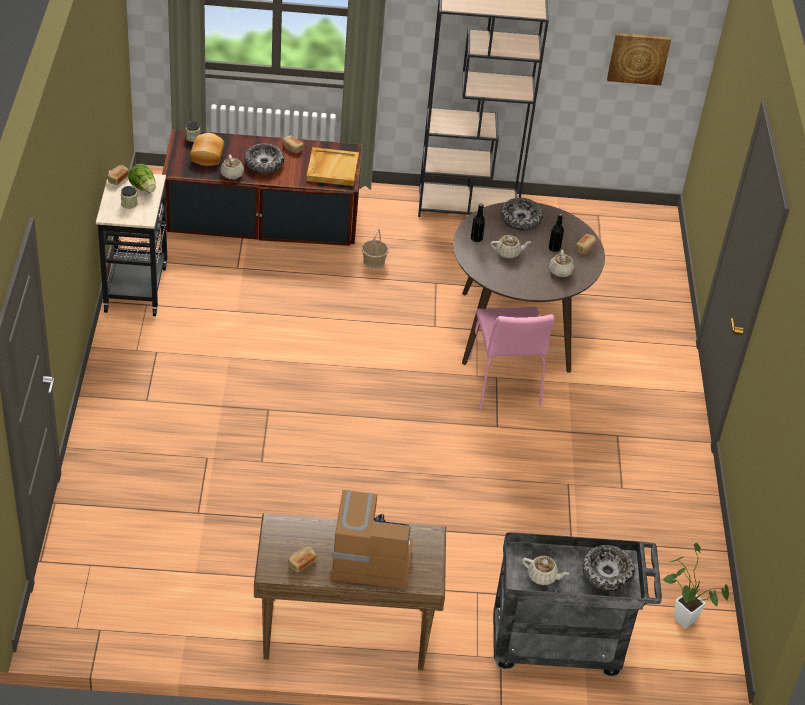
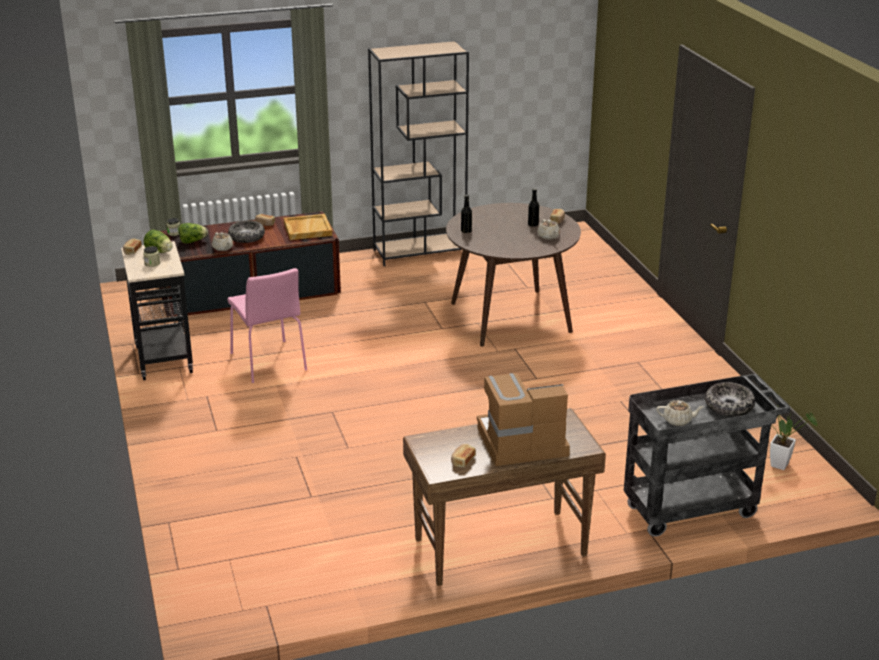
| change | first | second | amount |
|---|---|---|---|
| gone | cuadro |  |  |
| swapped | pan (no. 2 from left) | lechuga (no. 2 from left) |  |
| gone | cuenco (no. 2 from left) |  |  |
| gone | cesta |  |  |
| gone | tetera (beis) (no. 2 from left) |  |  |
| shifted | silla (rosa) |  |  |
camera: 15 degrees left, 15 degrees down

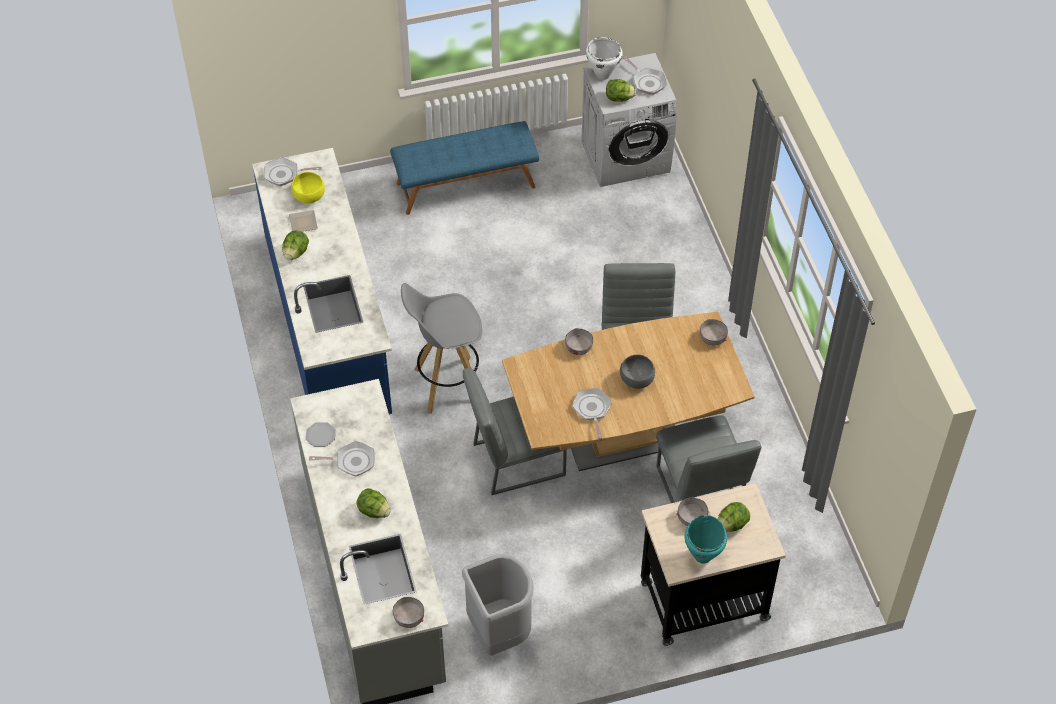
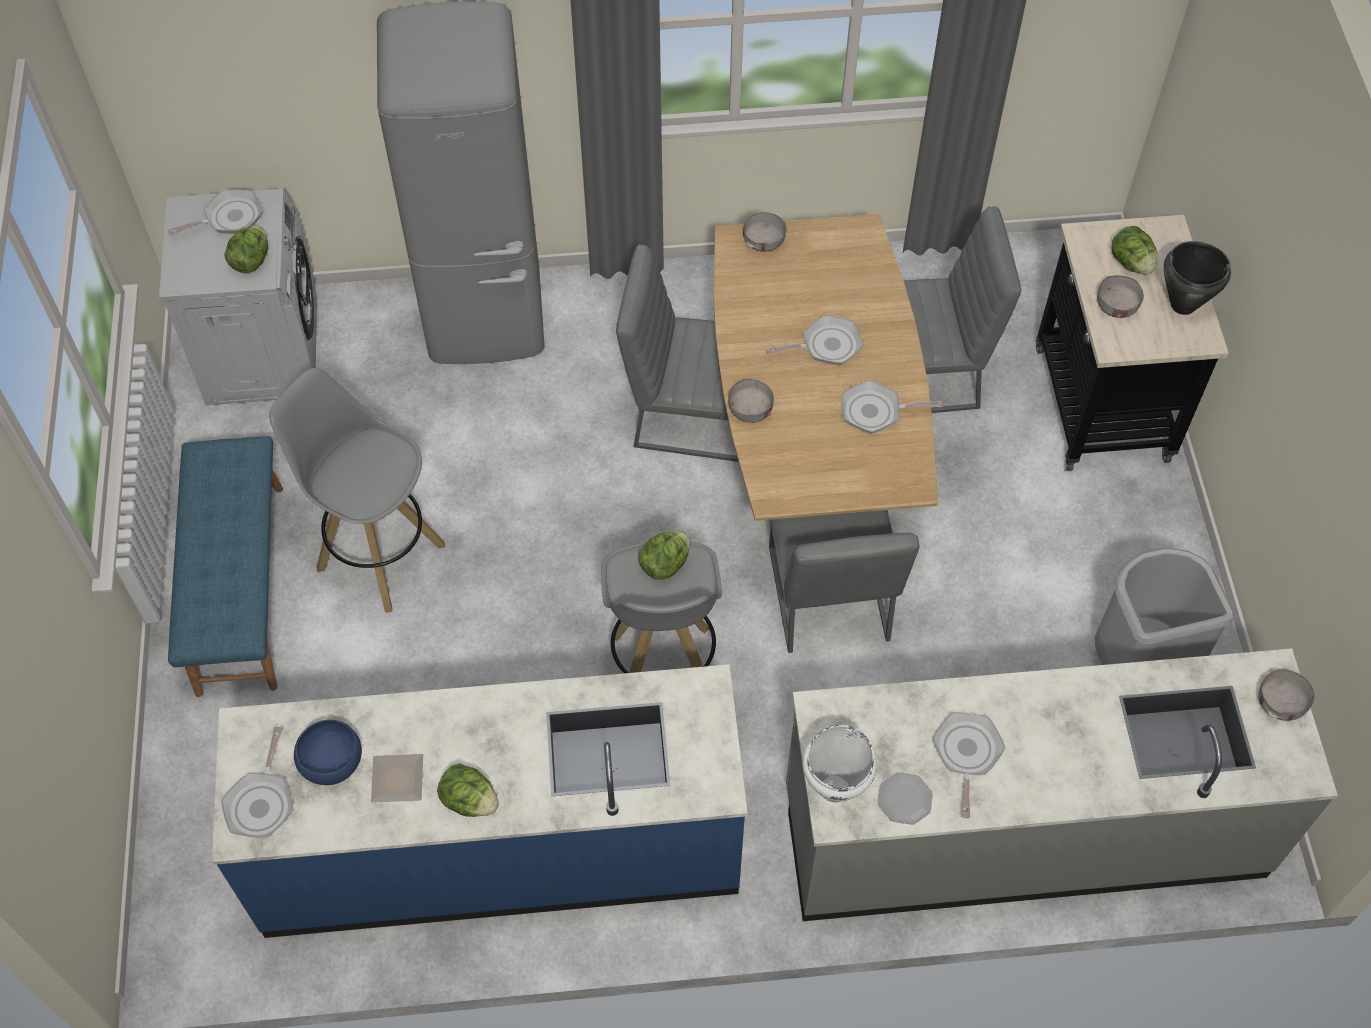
| change | first | second | amount |
|---|---|---|---|
| shifted | olla (blanco) |  |  |
| repainted | cuenco (amarillo) | cuenco (azul) |  |
| swapped | cuenco (gris) (no. 3 from left) | sartén (no. 3 from left) |  |
| shifted | lechuga (no. 2 from left in the first image) | lechuga (no. 3 from left) |  |
| repainted | olla (turquesa) | olla (negro) |  |
| new |  | nevera (gris) |  |
| new |  | taburete (gris) (no. 1 from left) |  |
camera: 80 degrees left, 5 degrees up

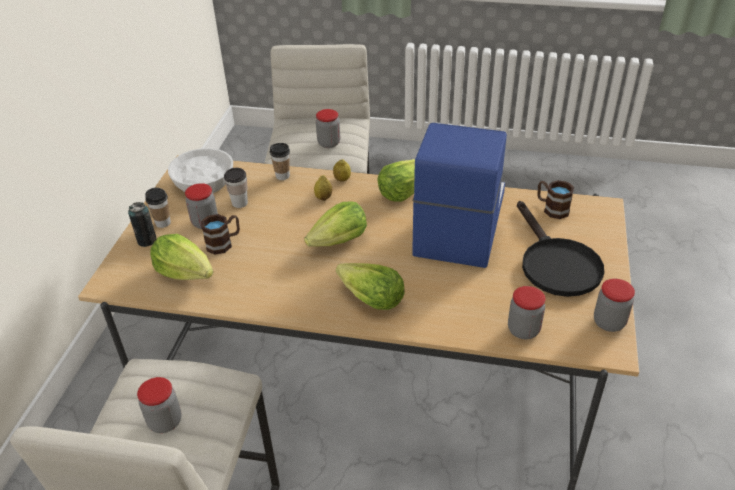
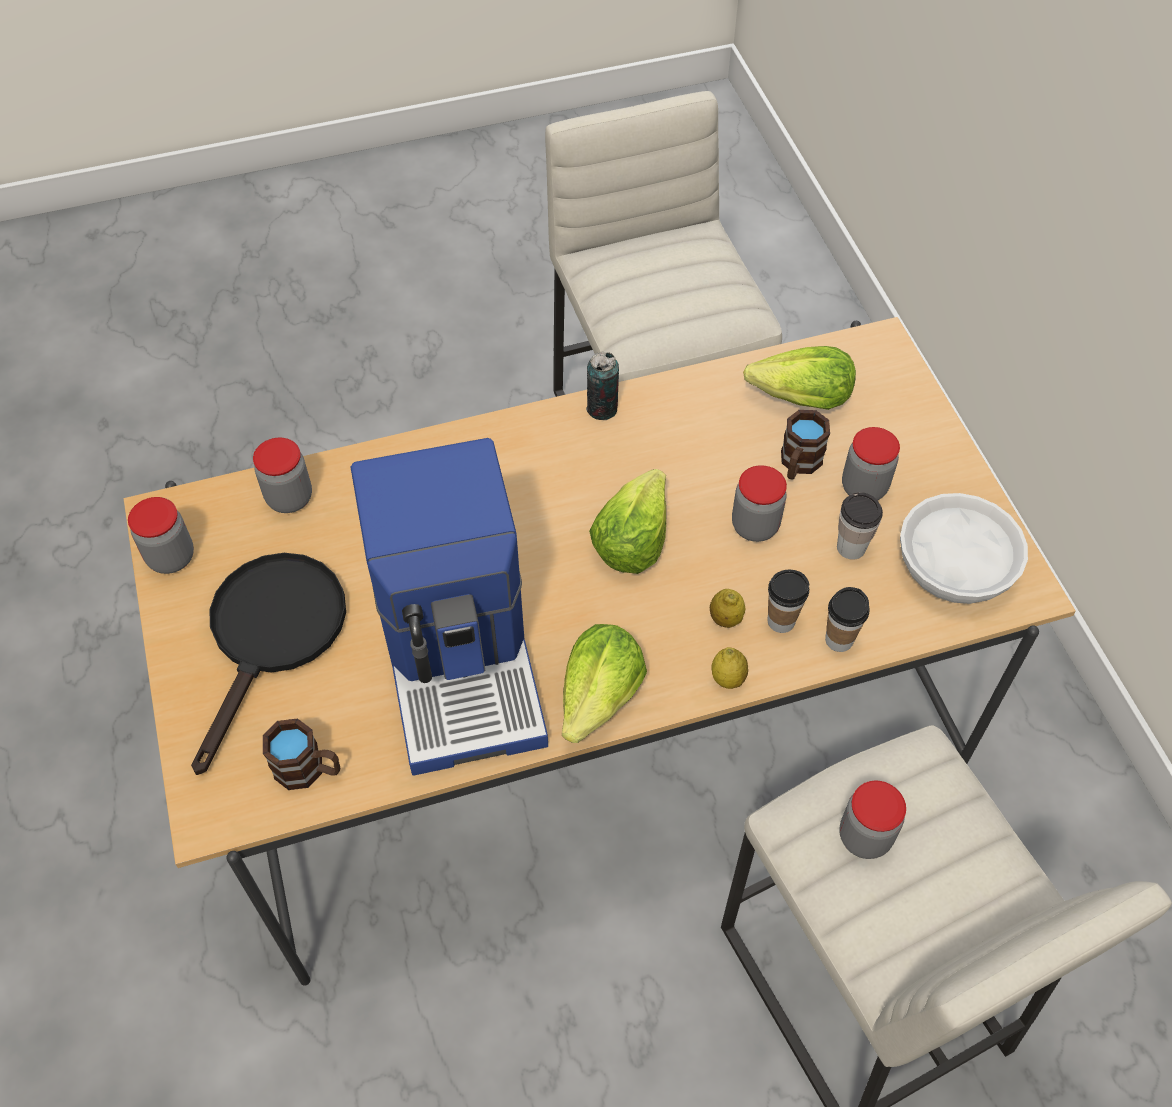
| change | first | second | amount |
|---|---|---|---|
| shifted | taza (no. 1 from left) |  |  |
| rotated | sartén (negro) |  | 60 degrees clockwise |
| shifted | lata |  |  |
| gone | lechuga (no. 3 from left) |  |  |
| shifted | tarro (no. 1 from left in the first image) | tarro (no. 3 from left) |  |
camera: 150 degrees right, 15 degrees up

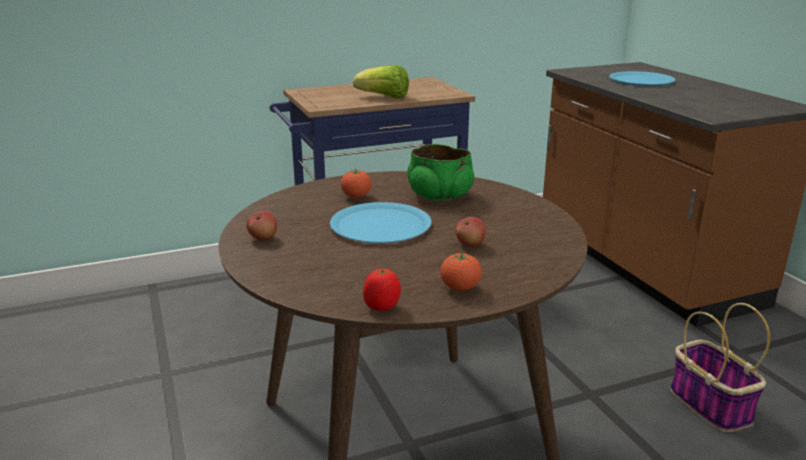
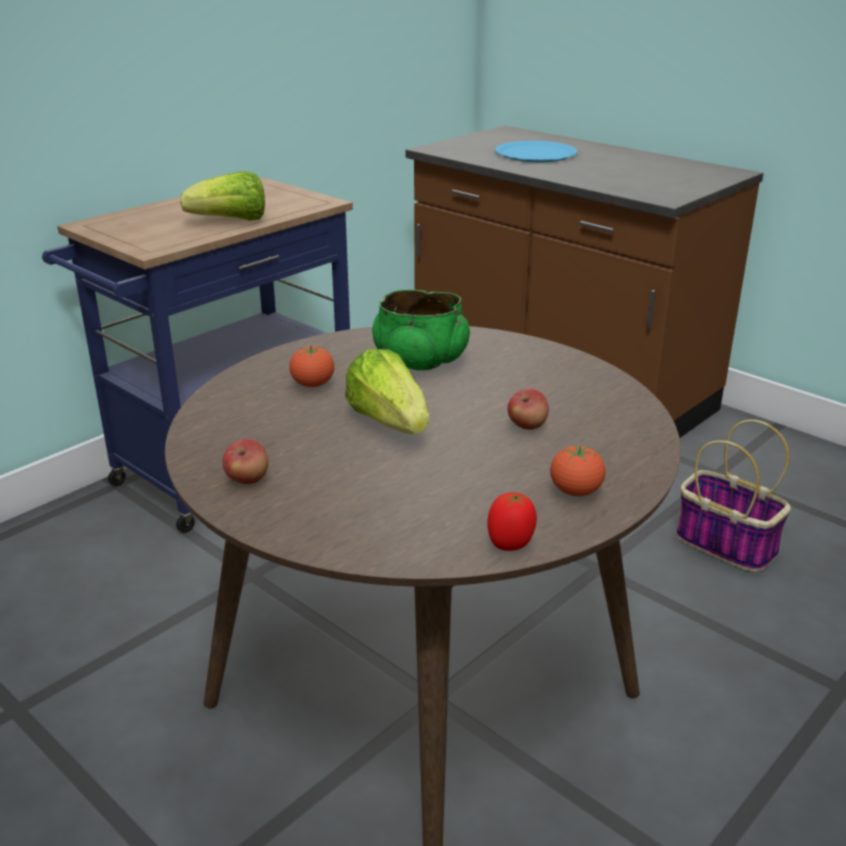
| change | first | second | amount |
|---|---|---|---|
| swapped | plato (azul) (no. 1 from left) | lechuga (no. 2 from left) |  |
camera: 25 degrees left, 5 degrees up

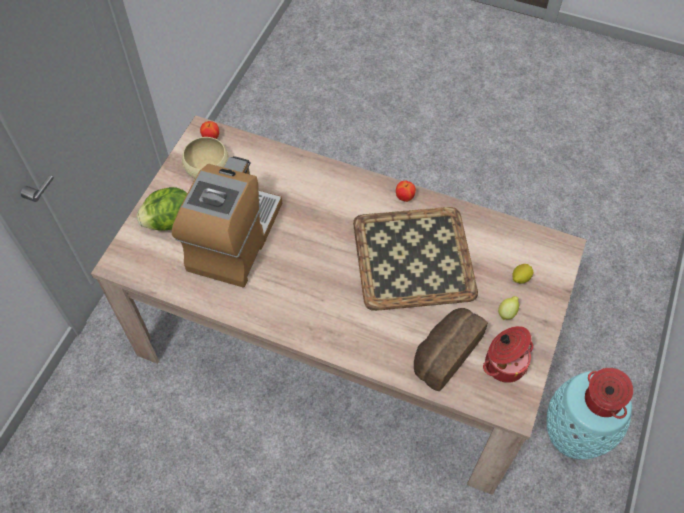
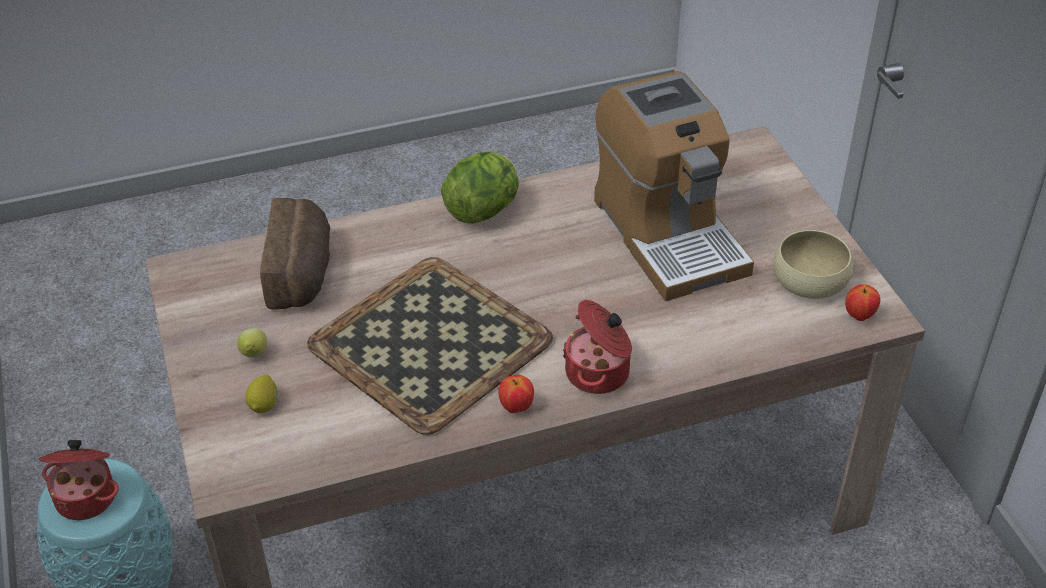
| change | first | second | amount |
|---|---|---|---|
| shifted | lechuga |  |  |
| shifted | olla (no. 1 from left in the first image) | olla (no. 2 from left) |  |
camera: 140 degrees right, 15 degrees down

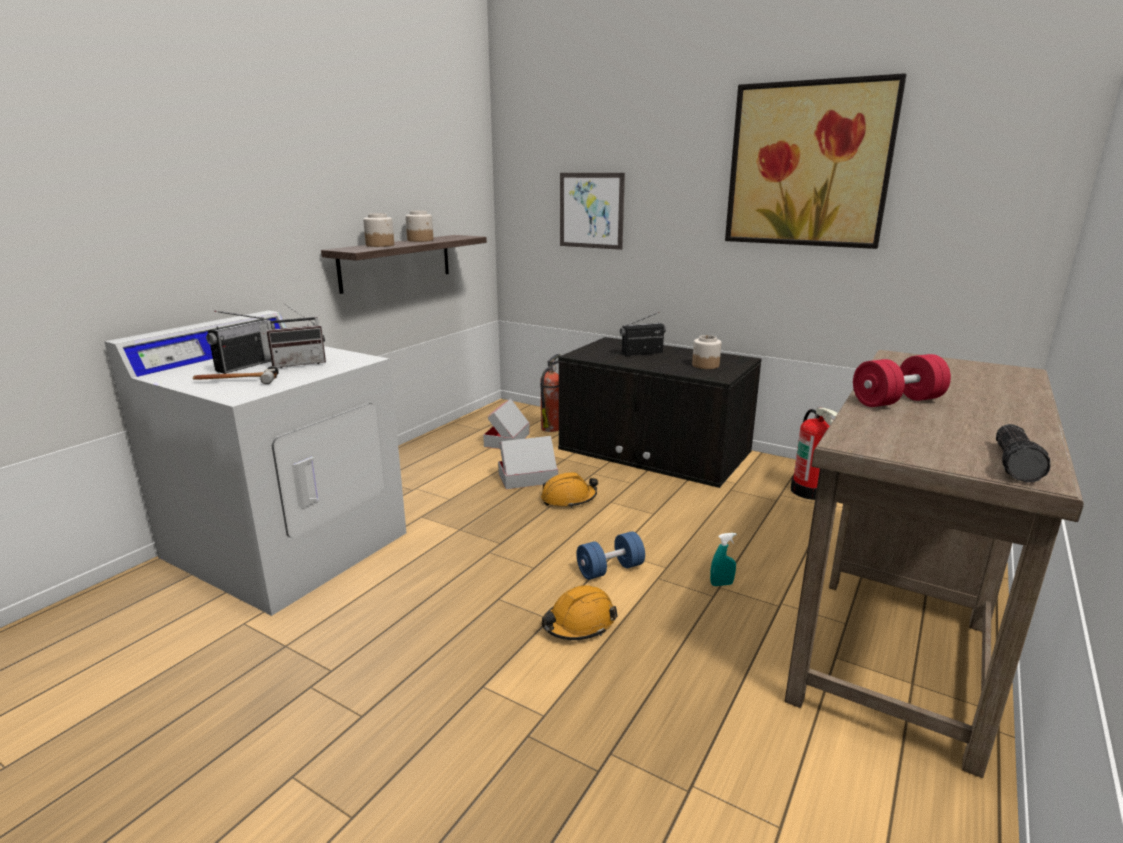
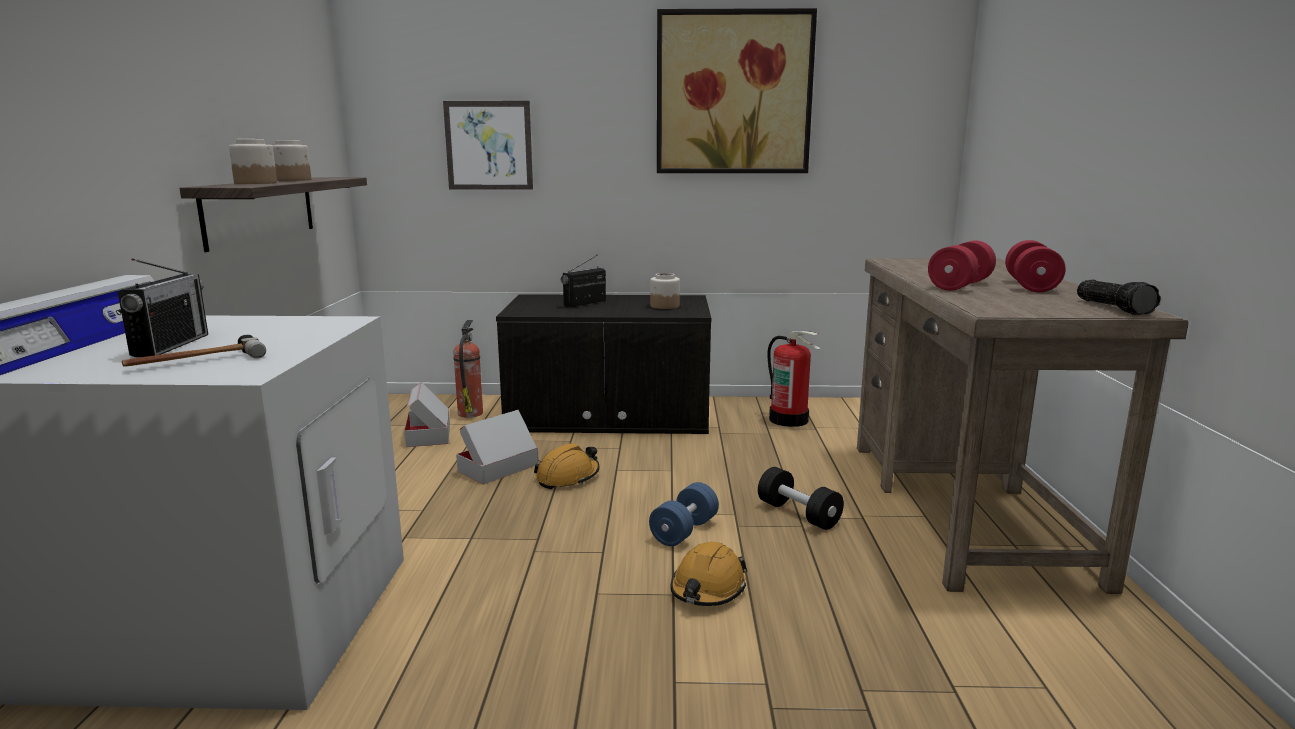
| change | first | second | amount |
|---|---|---|---|
| gone | radio (no. 2 from left) |  |  |
| swapped | pulverizador (turquesa) | mancuerna (negro) |  |
| new |  | mancuerna (rojo) (no. 2 from left) |  |
camera: 30 degrees left, 5 degrees down

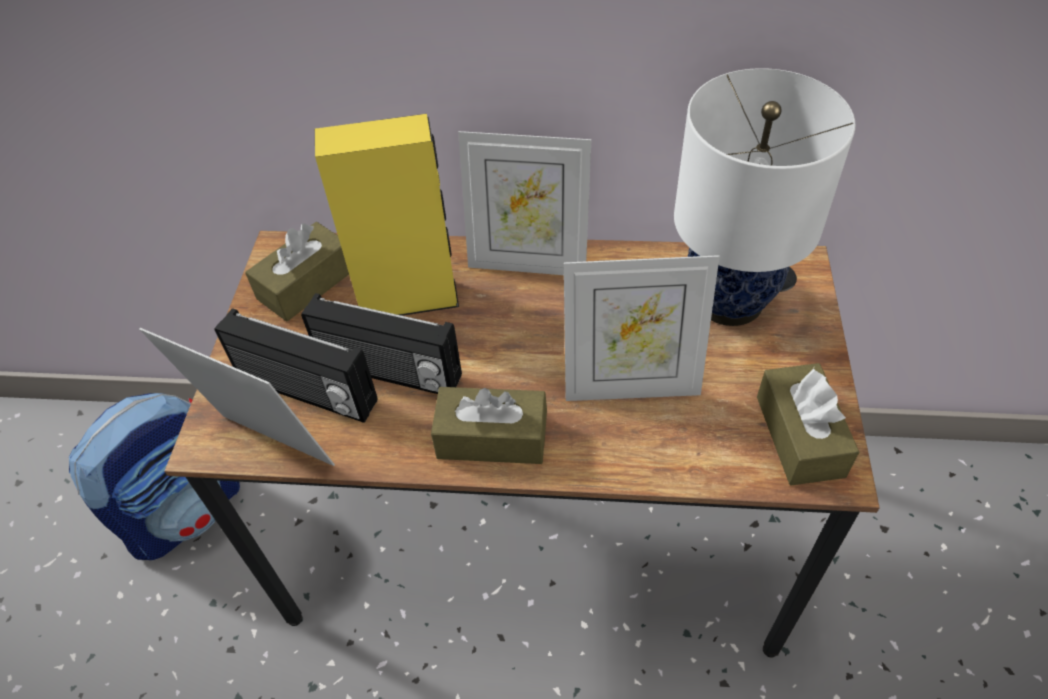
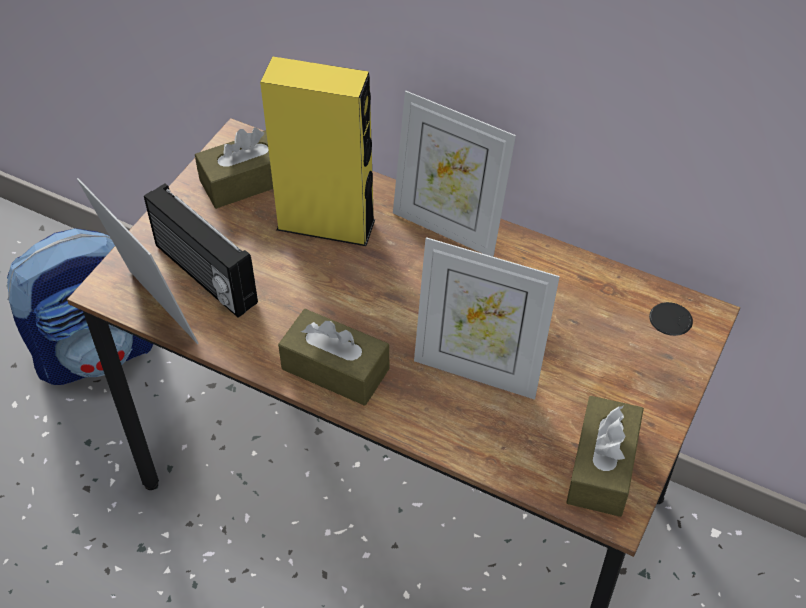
| change | first | second | amount |
|---|---|---|---|
| gone | lámpara de mesa (blanco) |  |  |
| gone | radio (no. 2 from left) |  |  |
camera: 20 degrees right, 0 degrees up

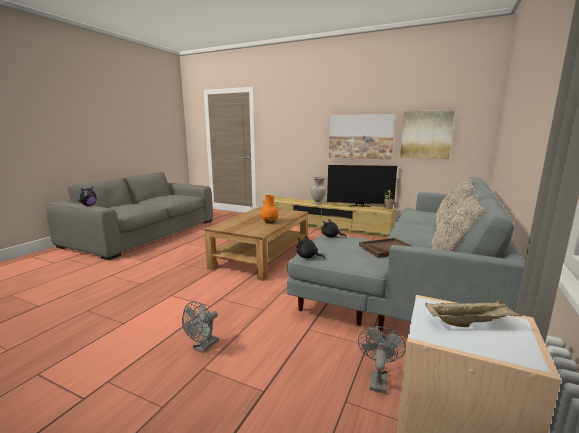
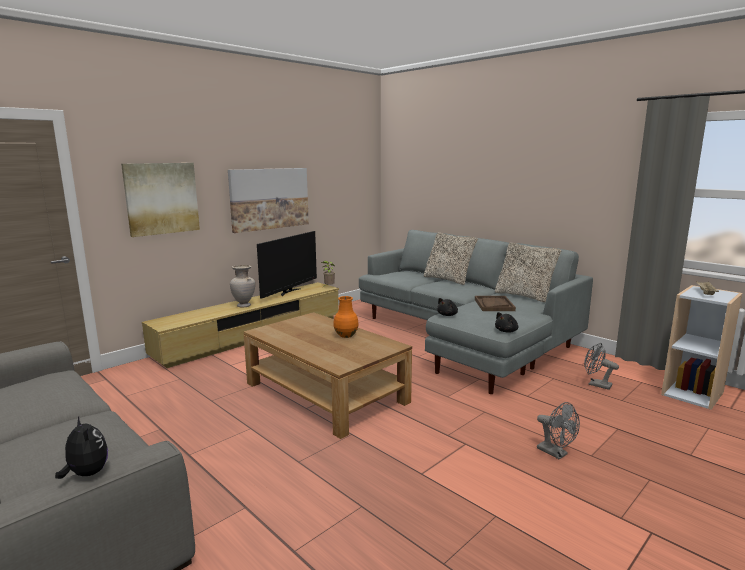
| change | first | second | amount |
|---|---|---|---|
| shifted | cuadro (no. 2 from left in the first image) | cuadro (no. 1 from left) |  |
camera: 70 degrees left, 0 degrees up

